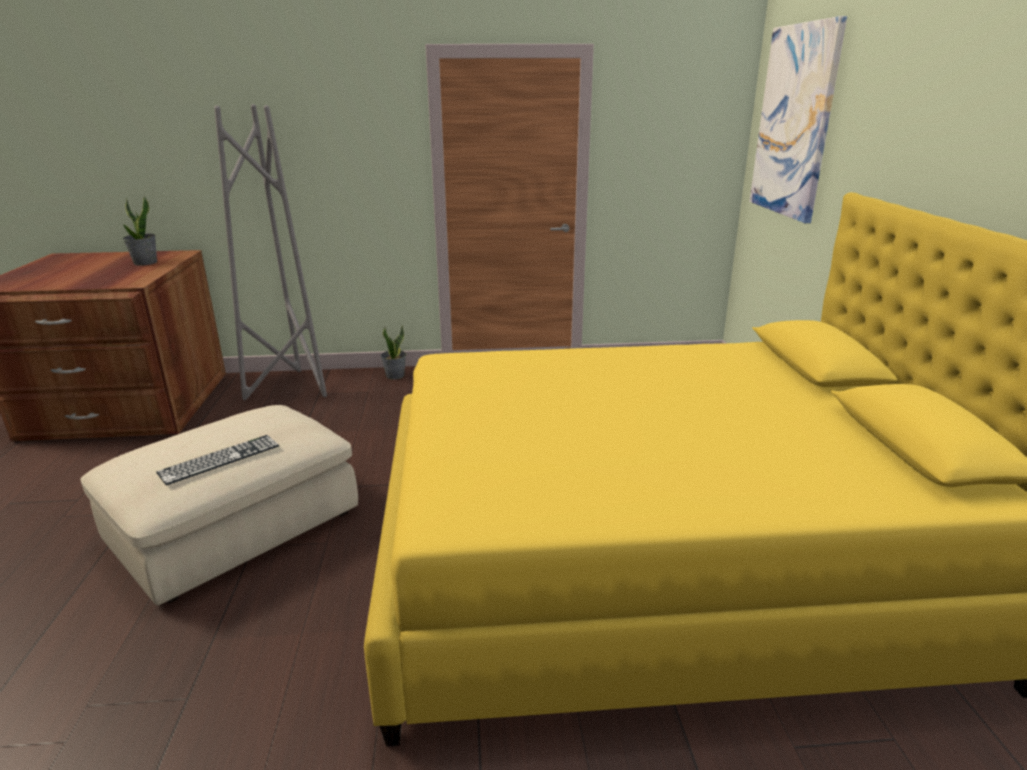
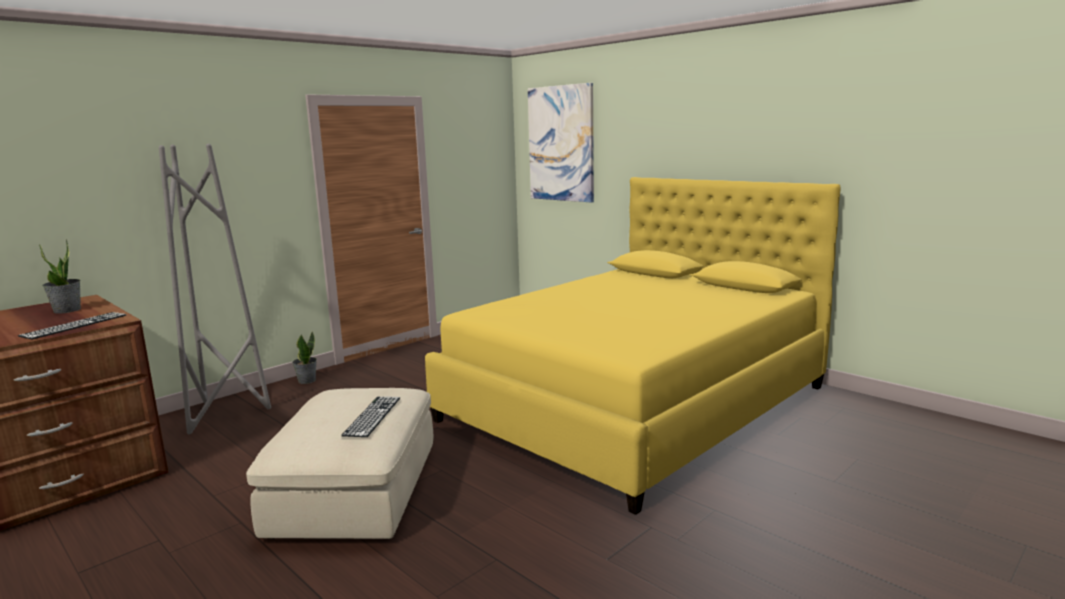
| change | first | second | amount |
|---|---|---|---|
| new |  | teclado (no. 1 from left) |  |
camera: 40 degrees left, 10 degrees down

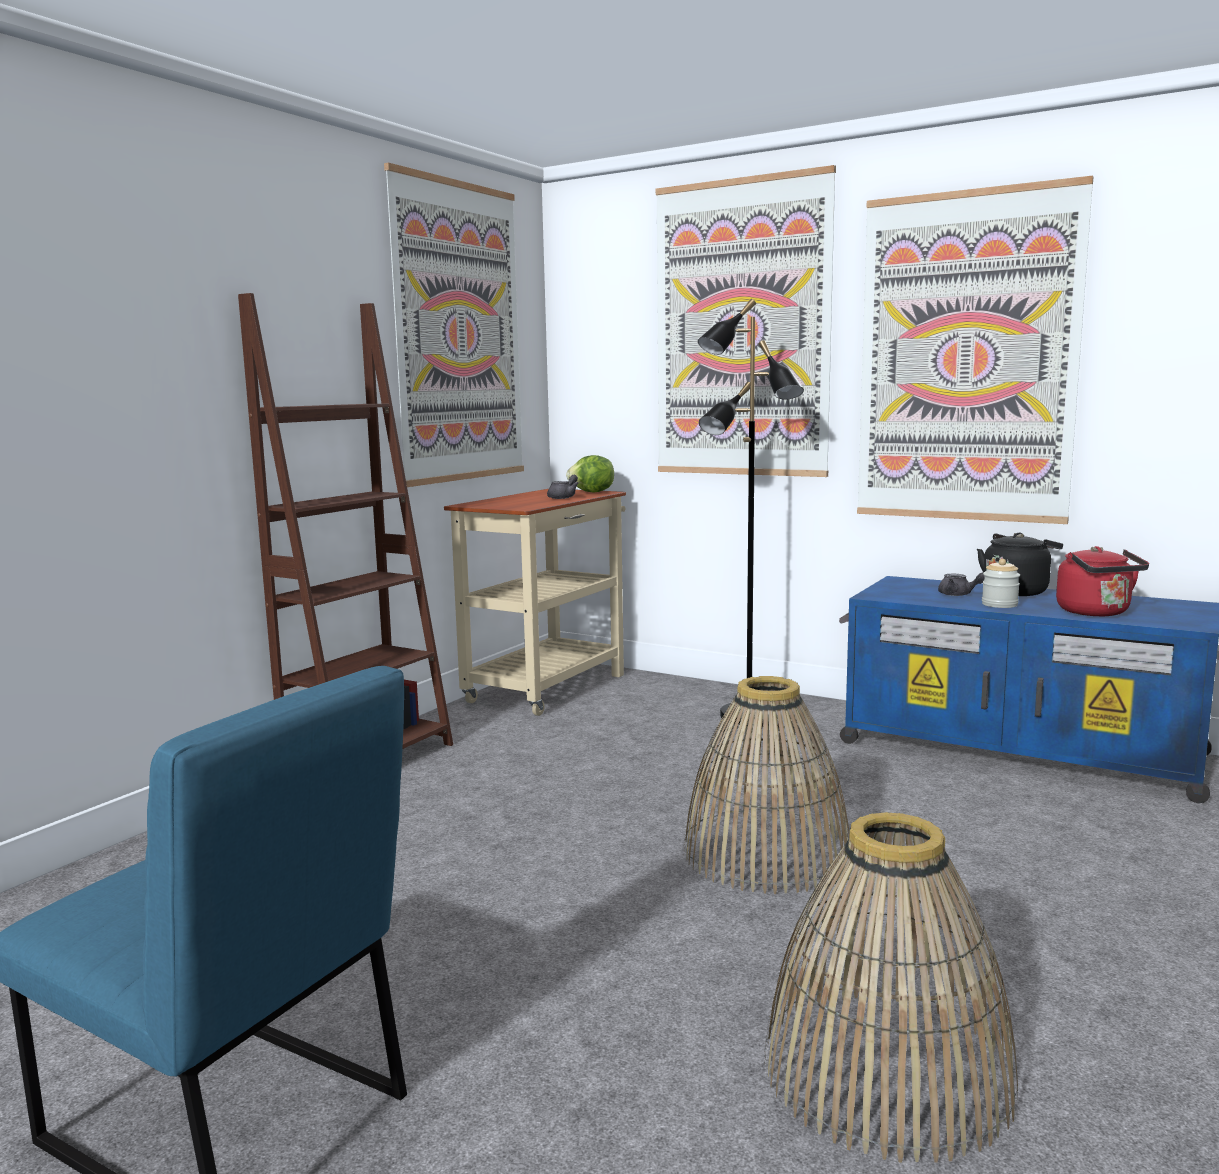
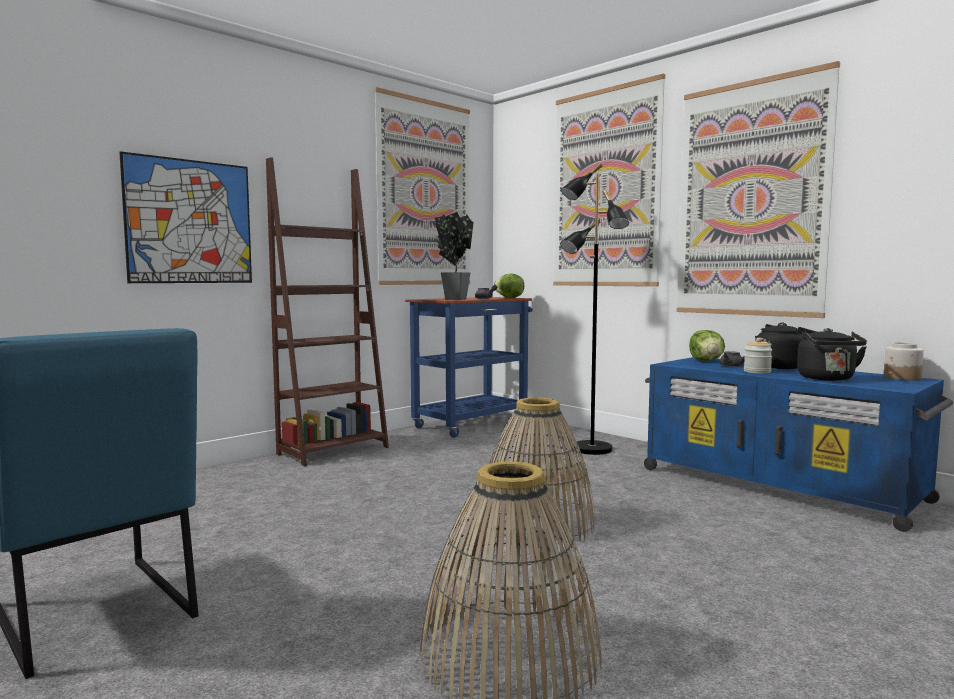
| change | first | second | amount |
|---|---|---|---|
| repainted | carrito (beis) | carrito (azul) |  |
| repainted | hervidor (rojo) | hervidor (negro) (no. 2 from left) |  |
| new |  | cuadro (no. 1 from left) |  |
| new |  | planta en maceta |  |
| new |  | lechuga (no. 2 from left) |  |
| new |  | tarro (no. 2 from left) |  |
camera: 15 degrees right, 5 degrees down

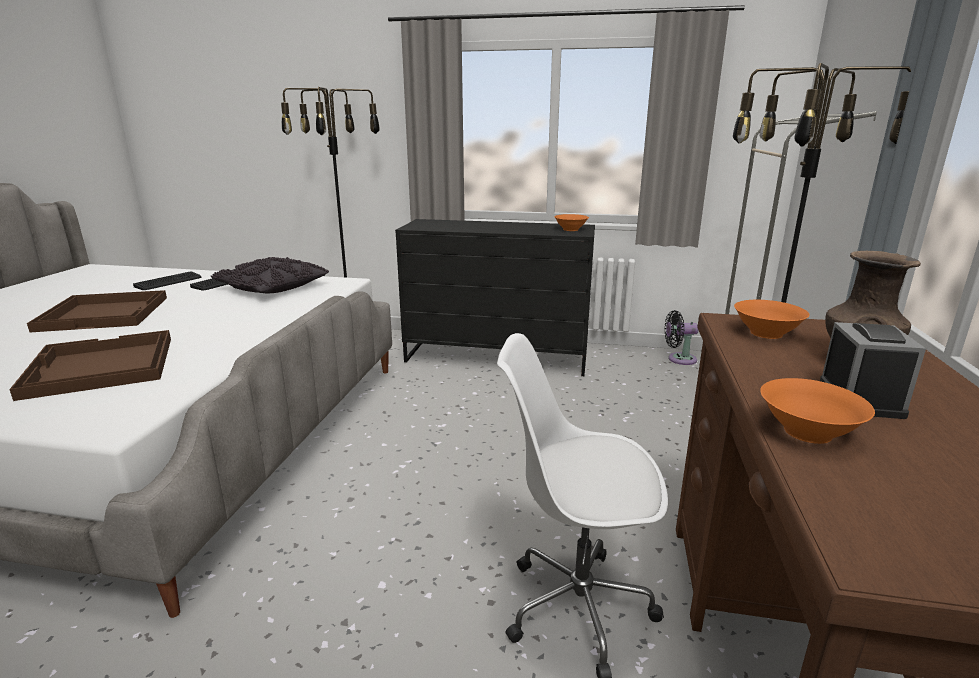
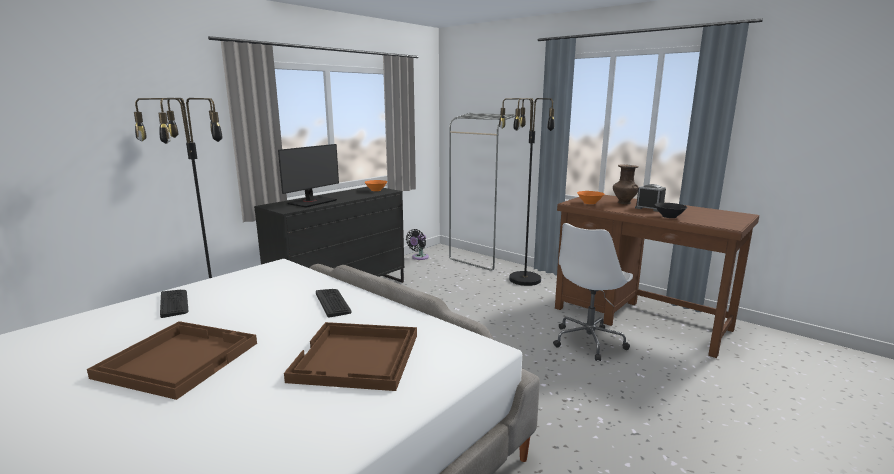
| change | first | second | amount |
|---|---|---|---|
| gone | cojín (negro) |  |  |
| shifted | teclado (no. 1 from left in the first image) | teclado (no. 2 from left) |  |
| repainted | cuenco (naranja) (no. 3 from left) | cuenco (negro) |  |
| new |  | monitor |  |
camera: 60 degrees left, 5 degrees down

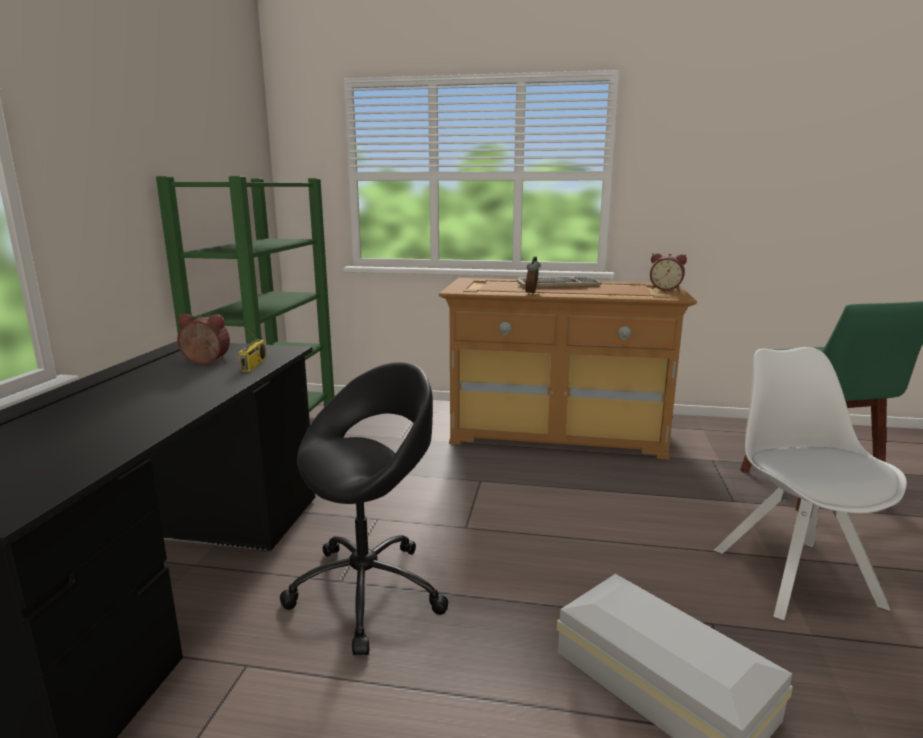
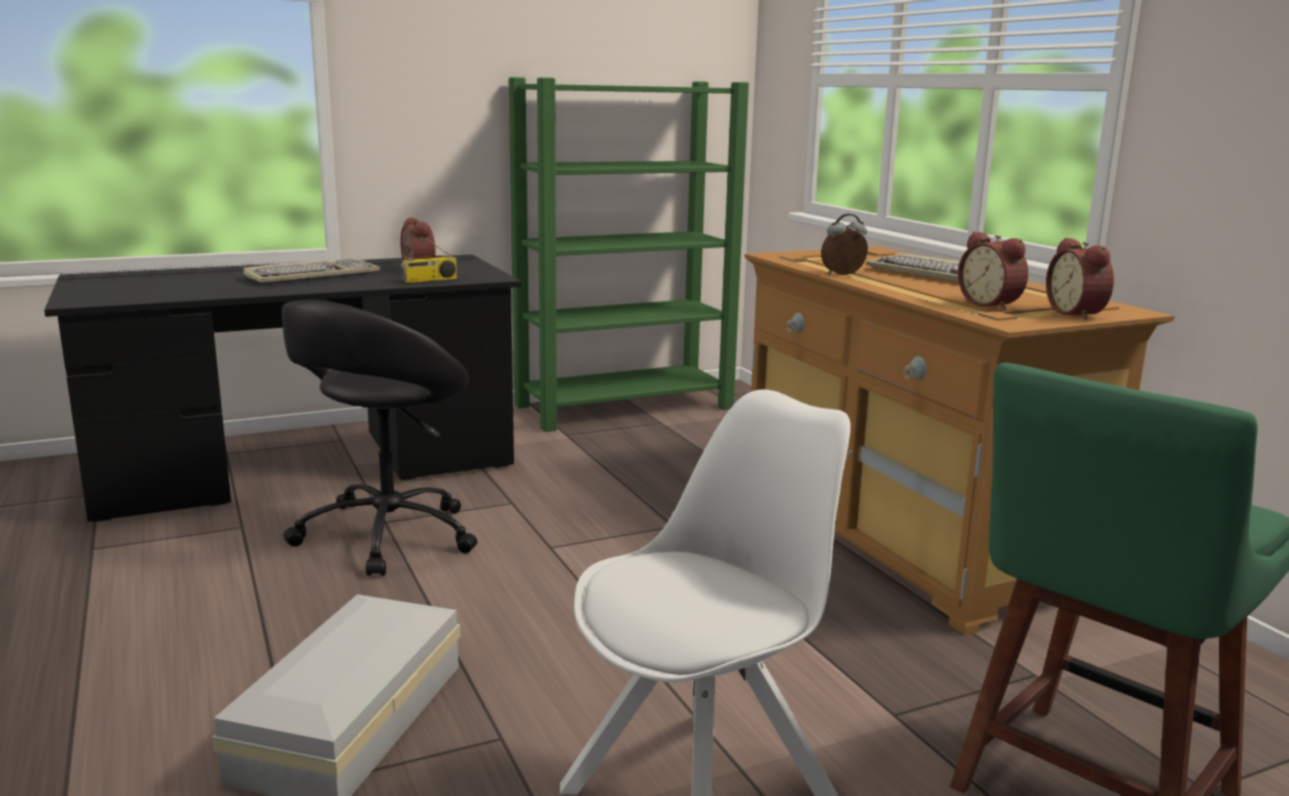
| change | first | second | amount |
|---|---|---|---|
| rotated | silla de oficina (negro) |  | 90 degrees clockwise |
| new |  | despertador (no. 3 from left) |  |
| new |  | teclado (no. 1 from left) |  |
camera: 55 degrees right, 0 degrees up

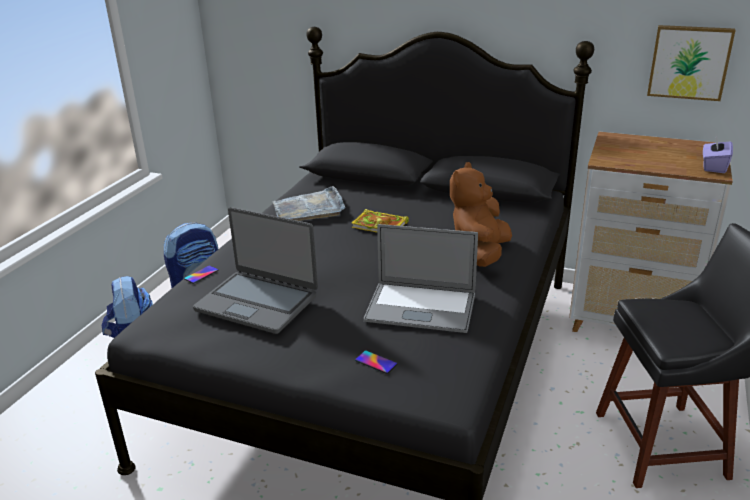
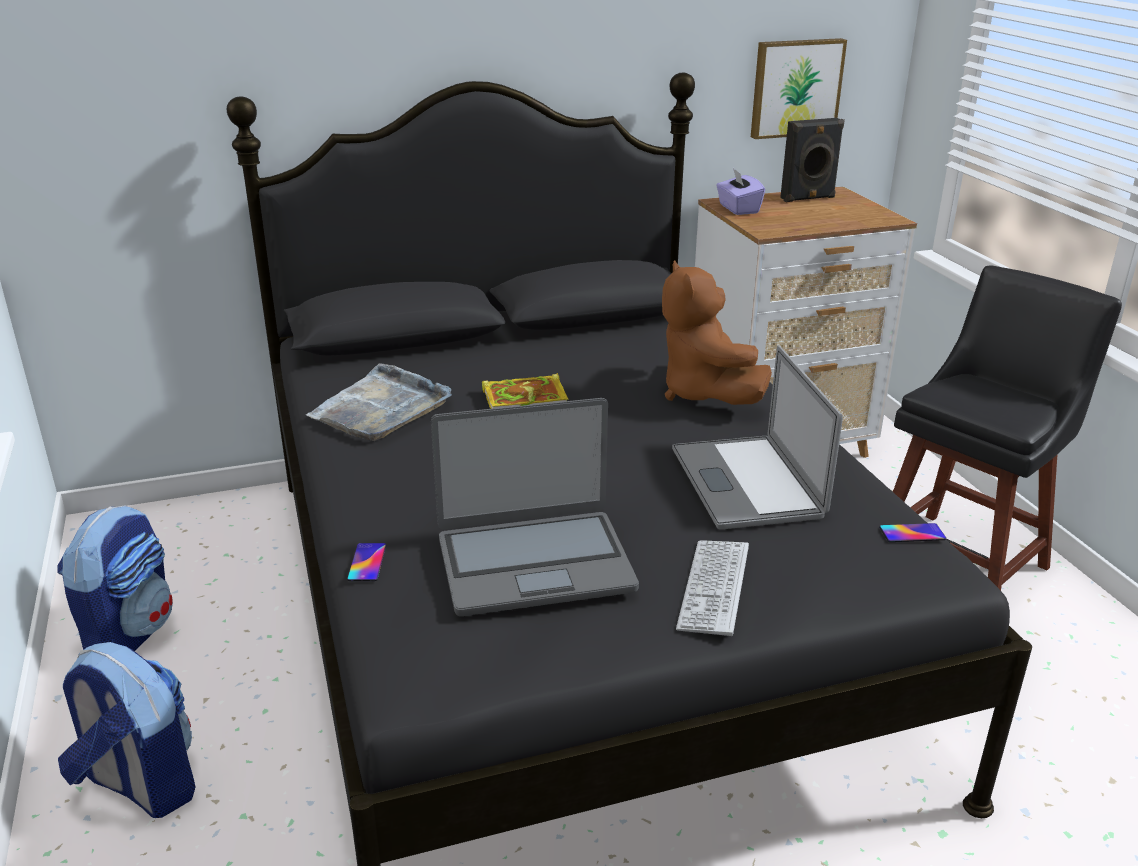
| change | first | second | amount |
|---|---|---|---|
| shifted | caja de pañuelos (morado) |  |  |
| rotated | portátil (no. 2 from left) |  | 105 degrees clockwise |
| shifted | móvil (no. 2 from left) |  |  |
| new |  | altavoz (negro) |  |
| new |  | teclado |  |
camera: 40 degrees left, 0 degrees up

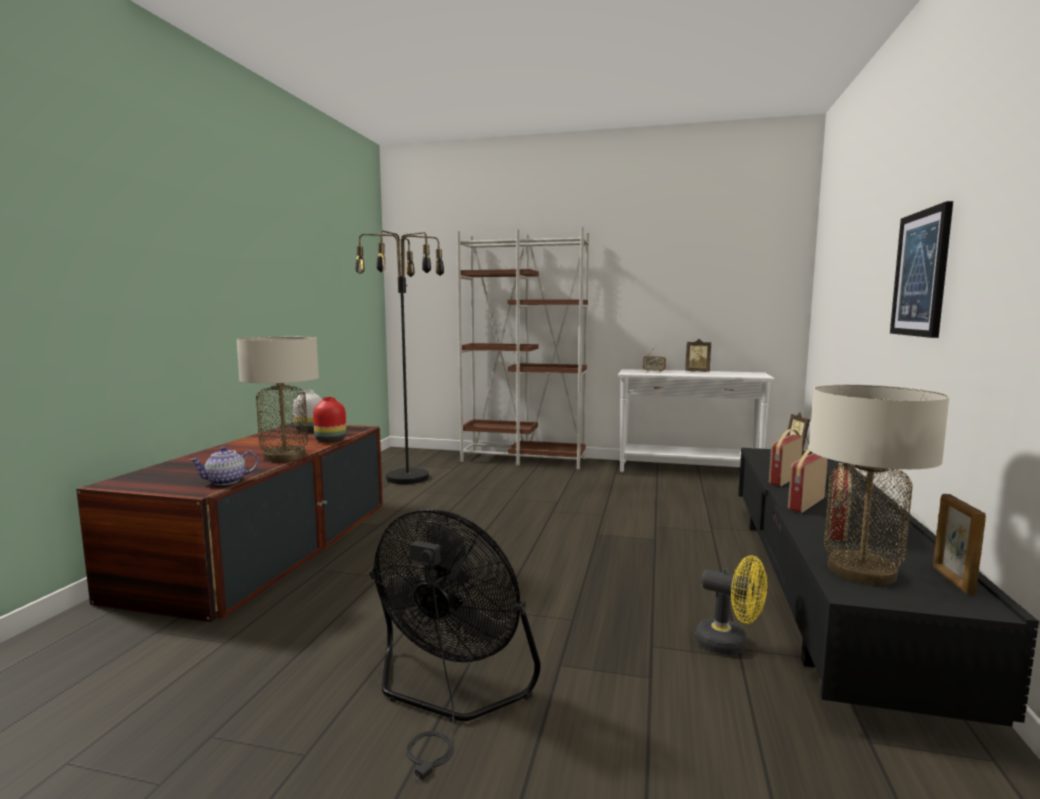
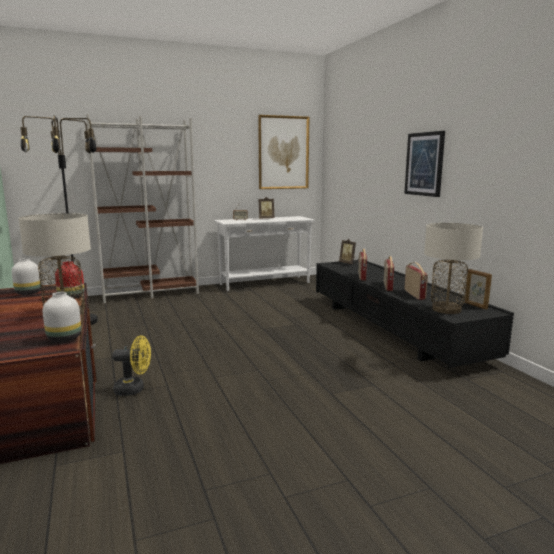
| change | first | second | amount |
|---|---|---|---|
| swapped | tetera | florero (blanco) (no. 2 from left) |  |
| gone | ventilador (negro) |  |  |
| shifted | ventilador (amarillo) |  |  |
| new |  | cuadro (no. 1 from left) |  |
camera: 35 degrees left, 5 degrees up

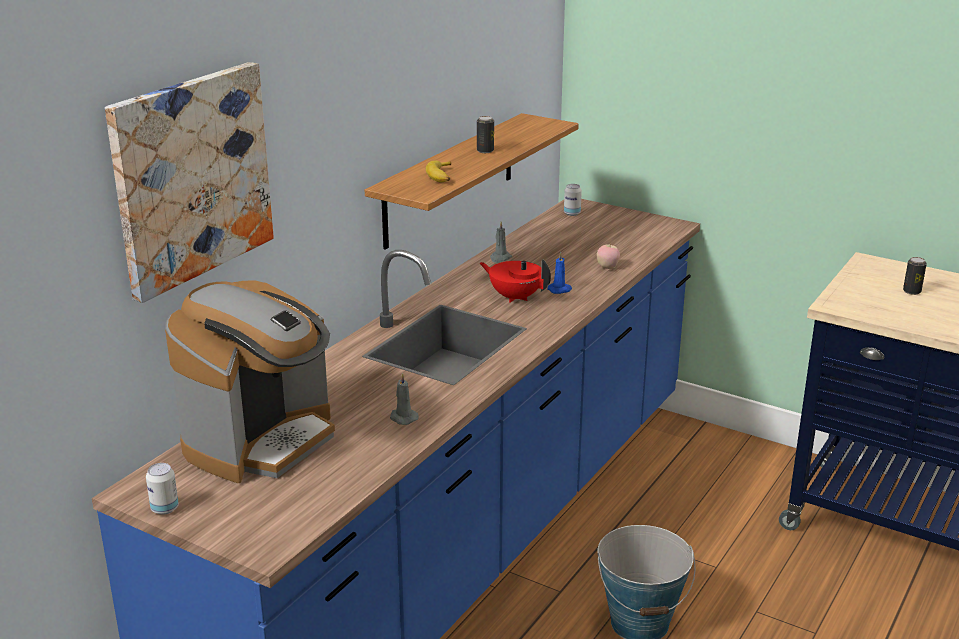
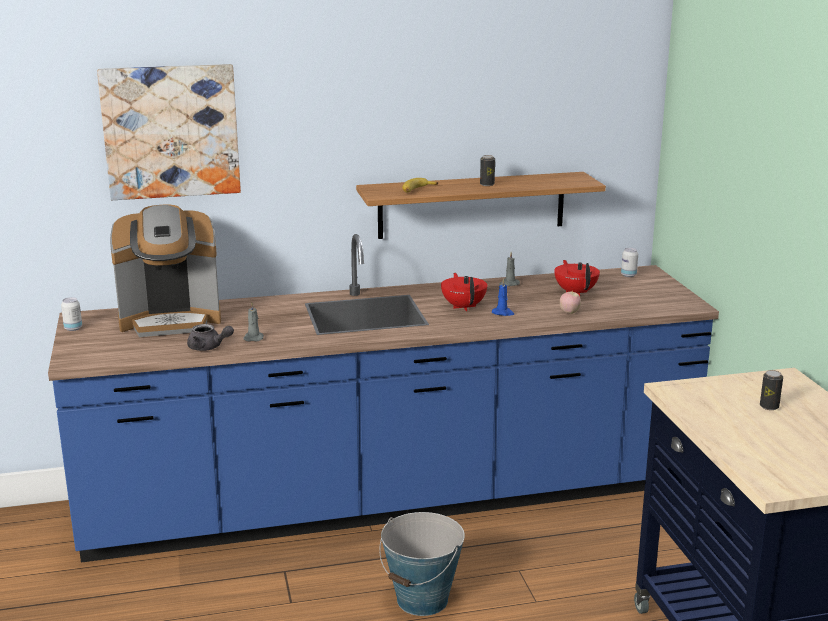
| change | first | second | amount |
|---|---|---|---|
| new |  | tetera (rojo) (no. 2 from left) |  |
| new |  | tetera (gris) |  |
camera: 45 degrees right, 5 degrees down

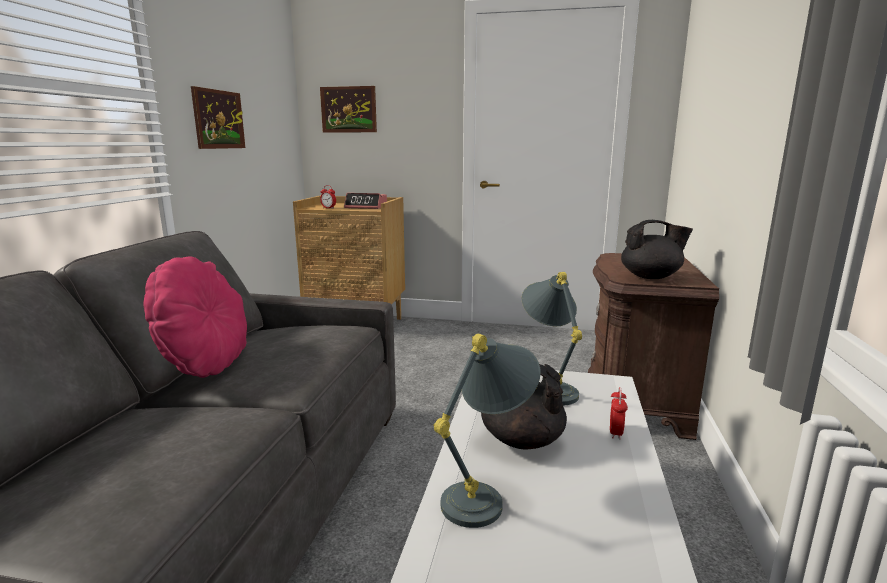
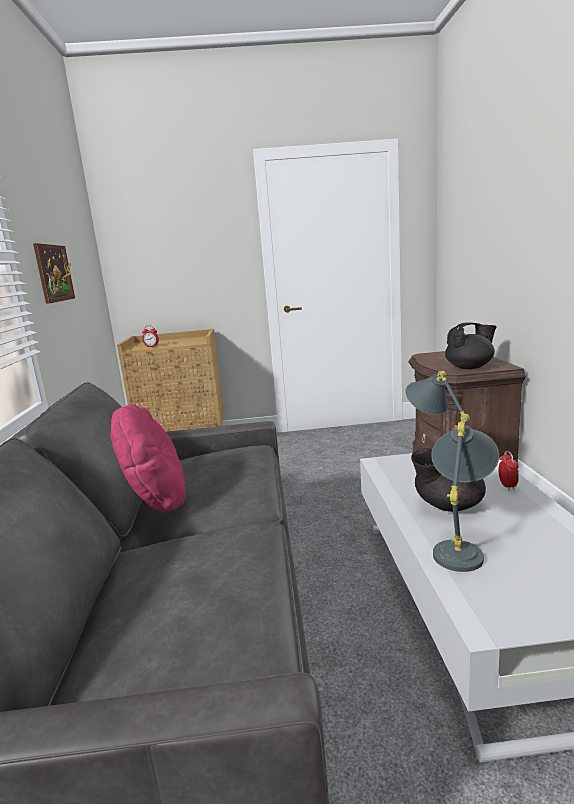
| change | first | second | amount |
|---|---|---|---|
| gone | cuadro (no. 2 from left) |  |  |
| gone | despertador (no. 2 from left) |  |  |
camera: 15 degrees left, 0 degrees up

